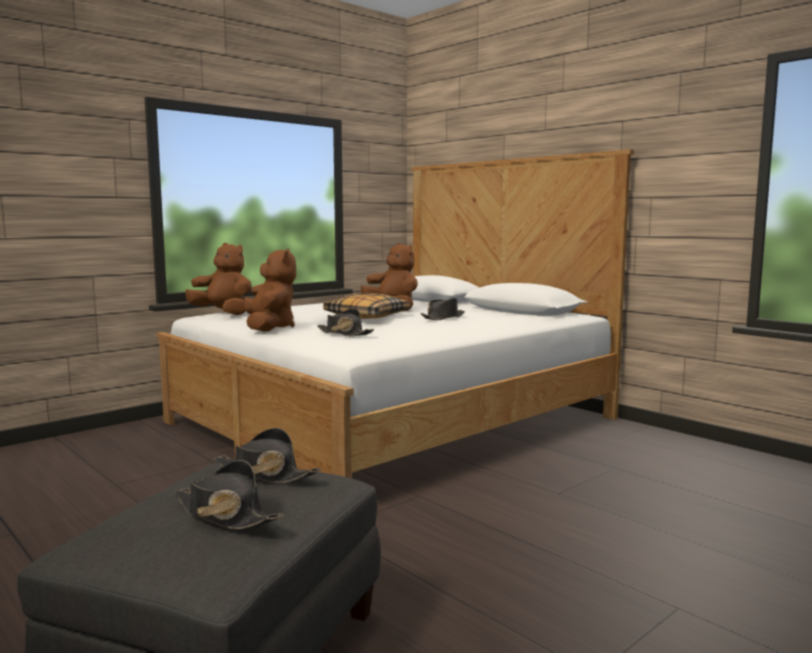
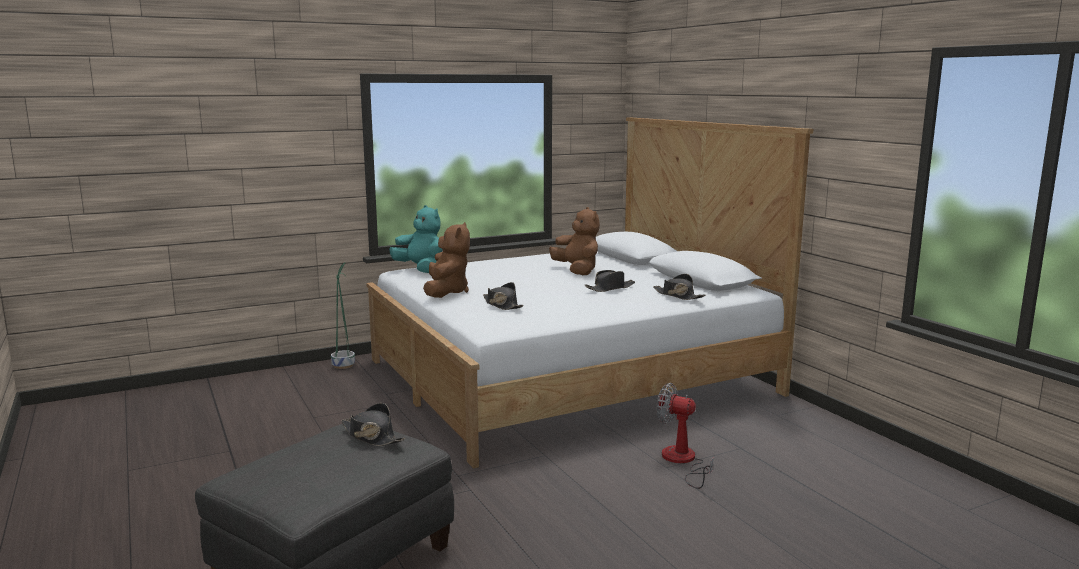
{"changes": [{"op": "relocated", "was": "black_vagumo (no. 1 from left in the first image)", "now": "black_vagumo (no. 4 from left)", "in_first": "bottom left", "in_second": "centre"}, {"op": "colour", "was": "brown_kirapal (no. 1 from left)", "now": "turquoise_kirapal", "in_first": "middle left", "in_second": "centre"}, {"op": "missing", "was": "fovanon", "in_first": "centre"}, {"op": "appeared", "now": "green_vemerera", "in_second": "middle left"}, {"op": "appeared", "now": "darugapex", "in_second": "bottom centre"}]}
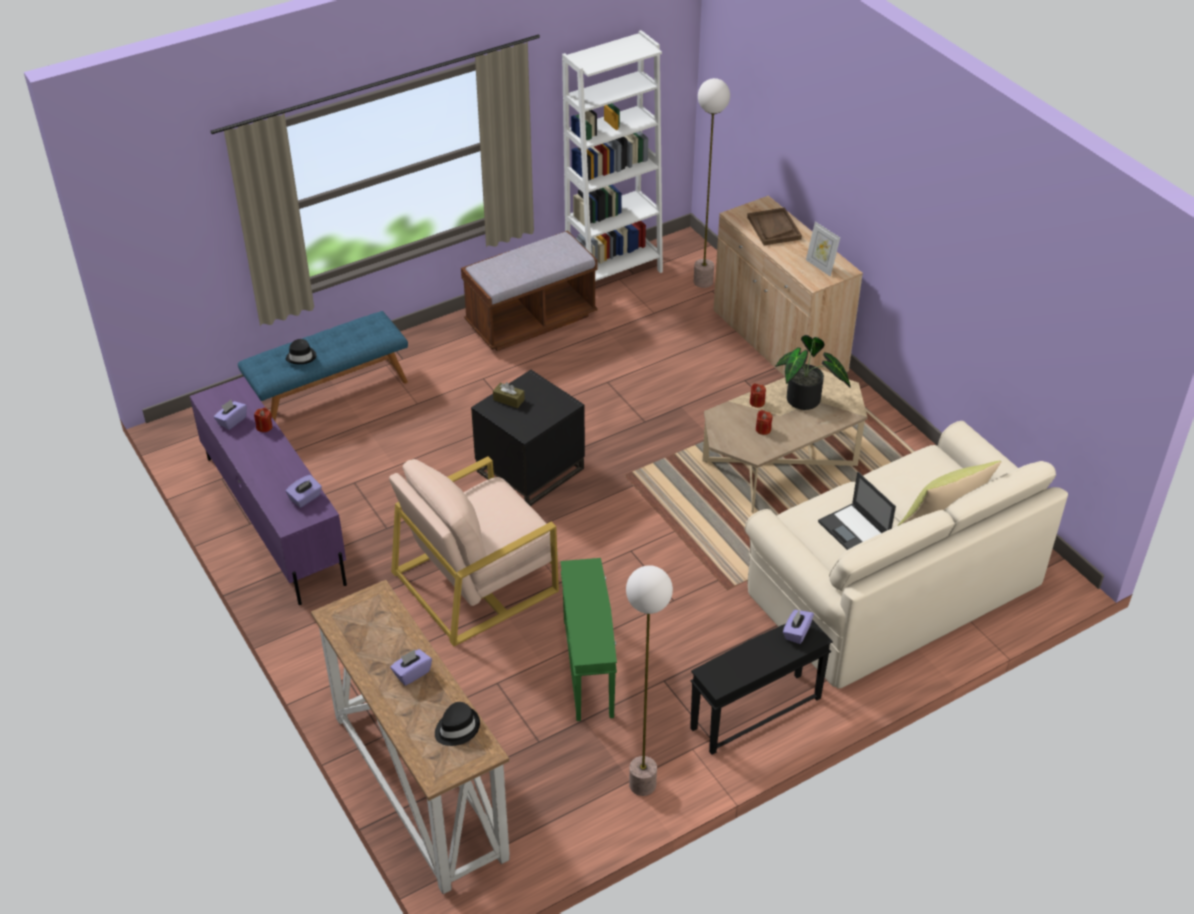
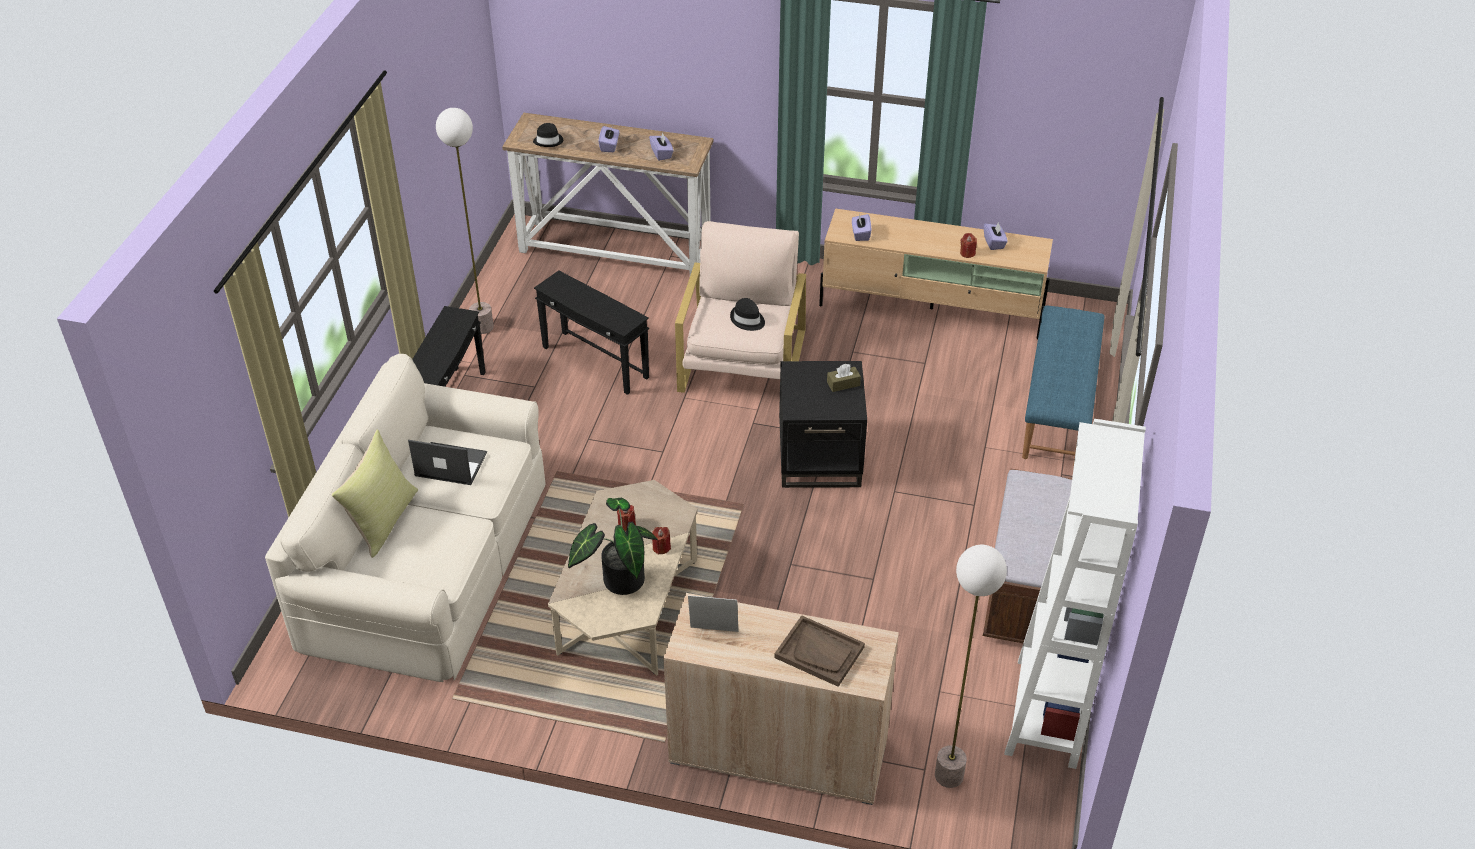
{"changes": [{"op": "colour", "was": "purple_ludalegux", "now": "beige_ludalegux", "in_first": "middle left", "in_second": "top centre"}, {"op": "relocated", "was": "black_vagumo (no. 1 from left in the first image)", "now": "black_vagumo (no. 2 from left)", "in_first": "middle left", "in_second": "centre"}, {"op": "colour", "was": "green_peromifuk", "now": "black_peromifuk (no. 2 from left)", "in_first": "bottom centre", "in_second": "centre"}, {"op": "relocated", "was": "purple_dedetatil (no. 4 from left in the first image)", "now": "purple_dedetatil (no. 2 from left)", "in_first": "bottom right", "in_second": "top centre"}]}
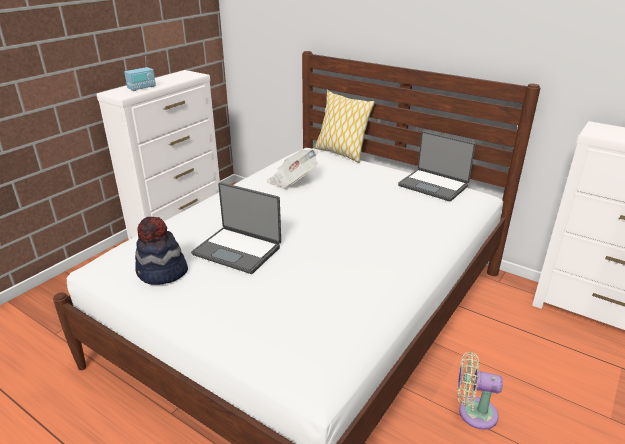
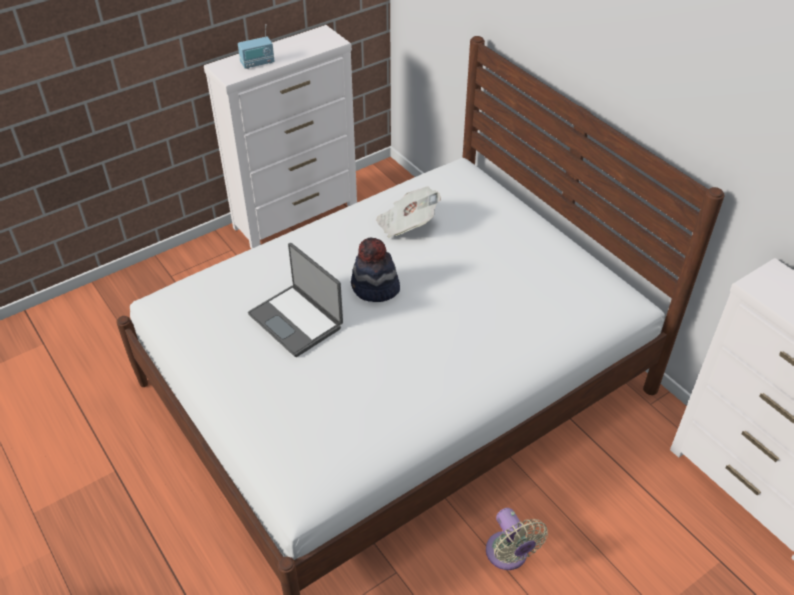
{"changes": [{"op": "relocated", "was": "vagumo", "in_first": "middle left", "in_second": "centre"}, {"op": "missing", "was": "fovanon", "in_first": "top centre"}, {"op": "missing", "was": "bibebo (no. 2 from left)", "in_first": "middle right"}, {"op": "spun", "was": "beige_darugapex", "in_first": "bottom right", "in_second": "bottom centre", "clockwise": -150}]}
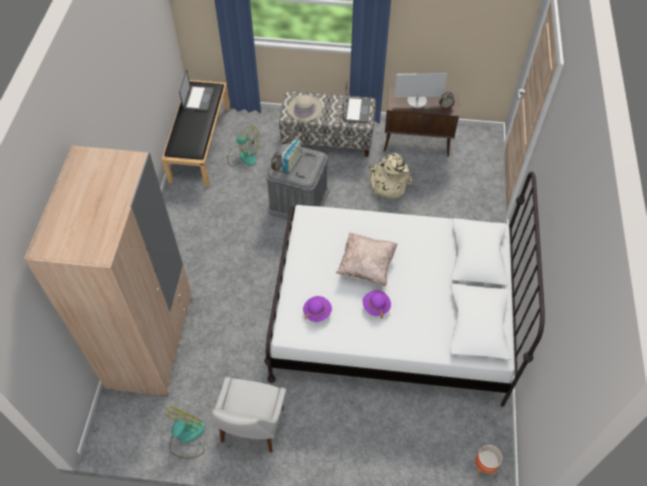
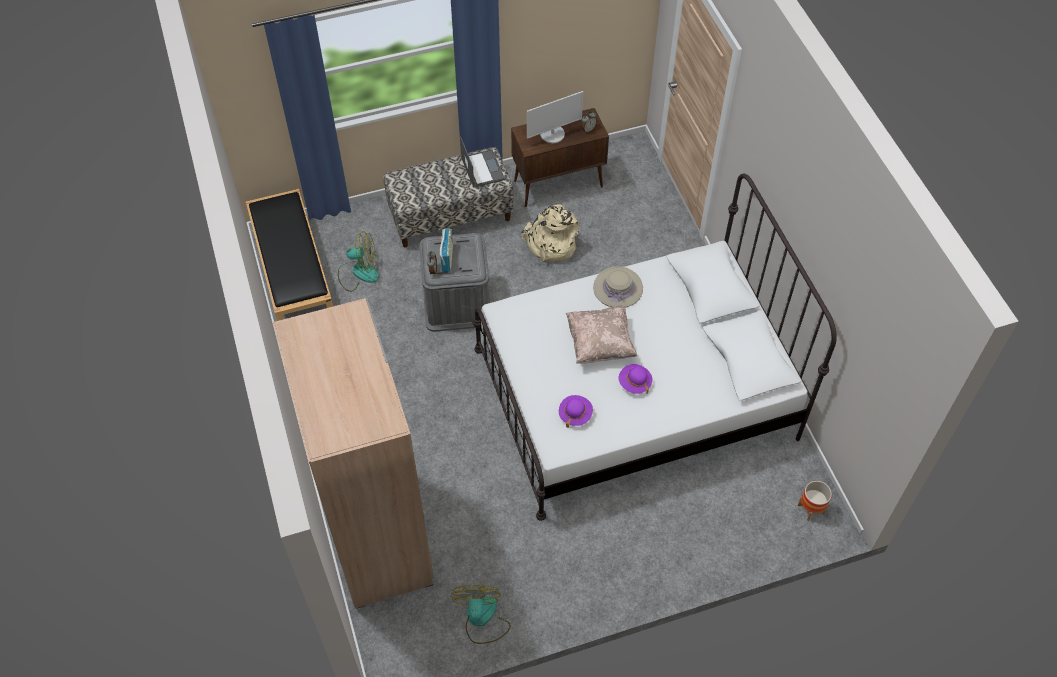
{"changes": [{"op": "missing", "was": "bibebo (no. 1 from left)", "in_first": "top left"}, {"op": "missing", "was": "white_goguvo", "in_first": "bottom centre"}, {"op": "relocated", "was": "beige_vagumo", "in_first": "top centre", "in_second": "centre"}]}
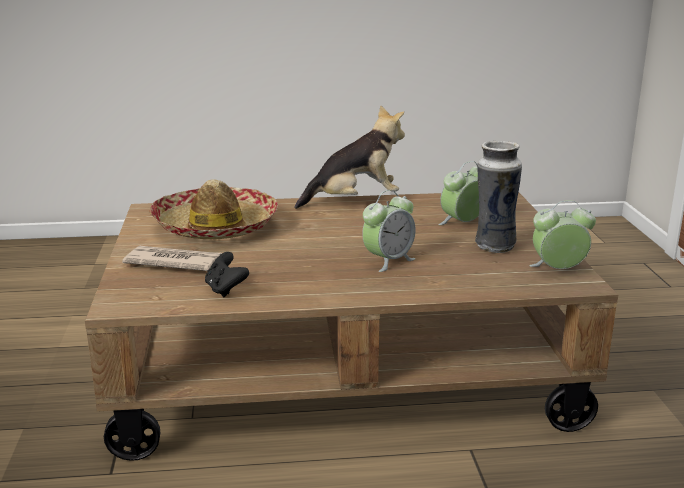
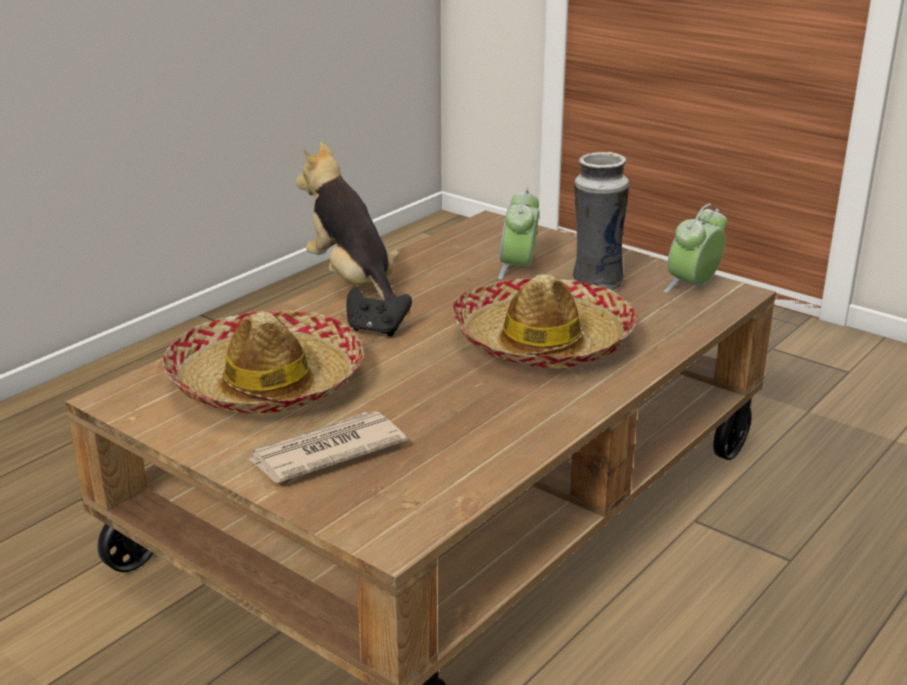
{"changes": [{"op": "relocated", "was": "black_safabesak", "in_first": "middle left", "in_second": "centre"}, {"op": "spun", "was": "kirapal", "in_first": "top centre", "in_second": "top centre", "clockwise": -60}, {"op": "exchanged", "was": "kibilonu (no. 1 from left)", "now": "vagumo (no. 2 from left)", "in_first": "centre", "in_second": "centre"}]}
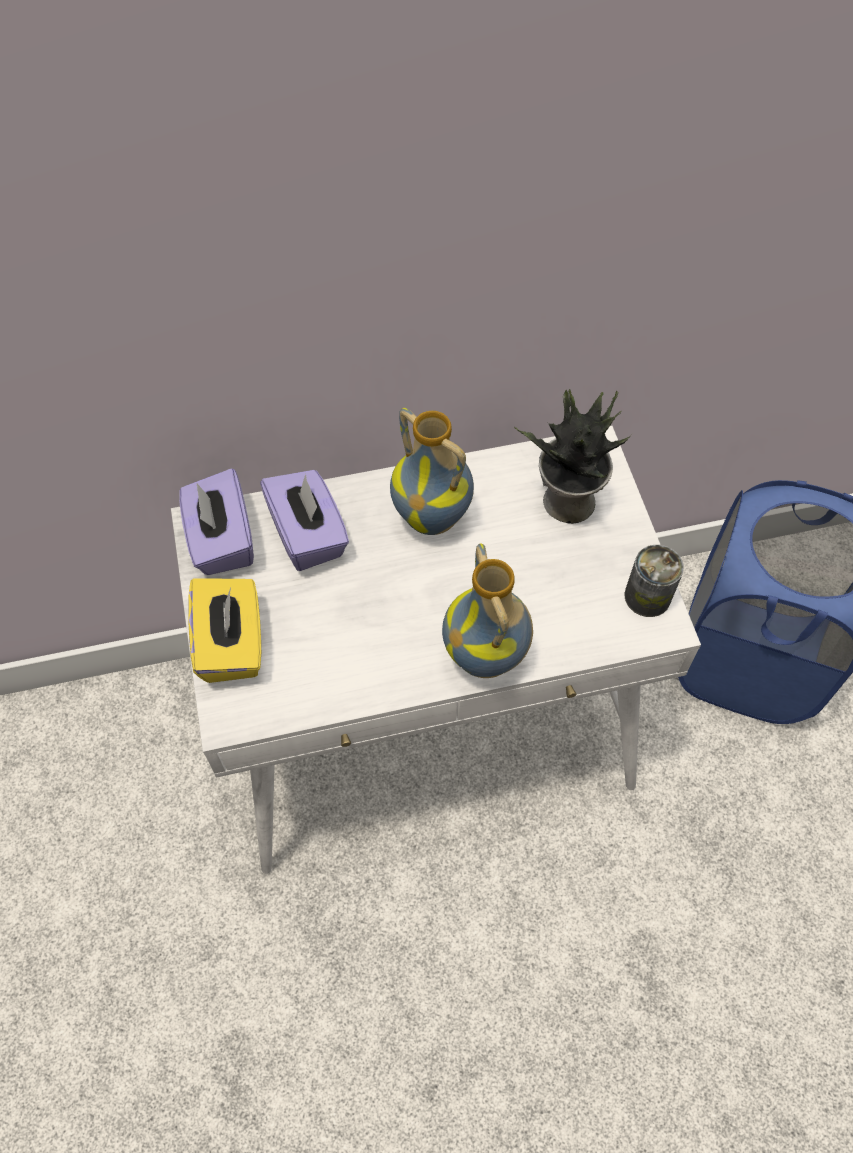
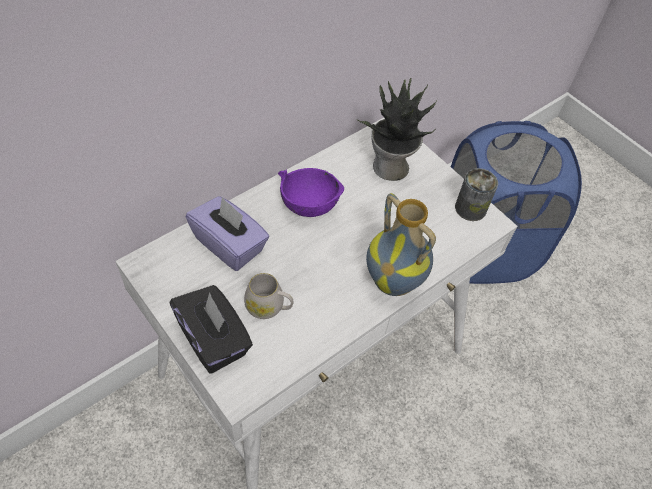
{"changes": [{"op": "missing", "was": "purple_dedetatil (no. 1 from left)", "in_first": "middle left"}, {"op": "colour", "was": "yellow_dedetatil", "now": "black_dedetatil", "in_first": "middle left", "in_second": "bottom left"}, {"op": "exchanged", "was": "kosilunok (no. 1 from left)", "now": "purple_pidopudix", "in_first": "centre", "in_second": "centre"}, {"op": "appeared", "now": "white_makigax", "in_second": "centre"}]}
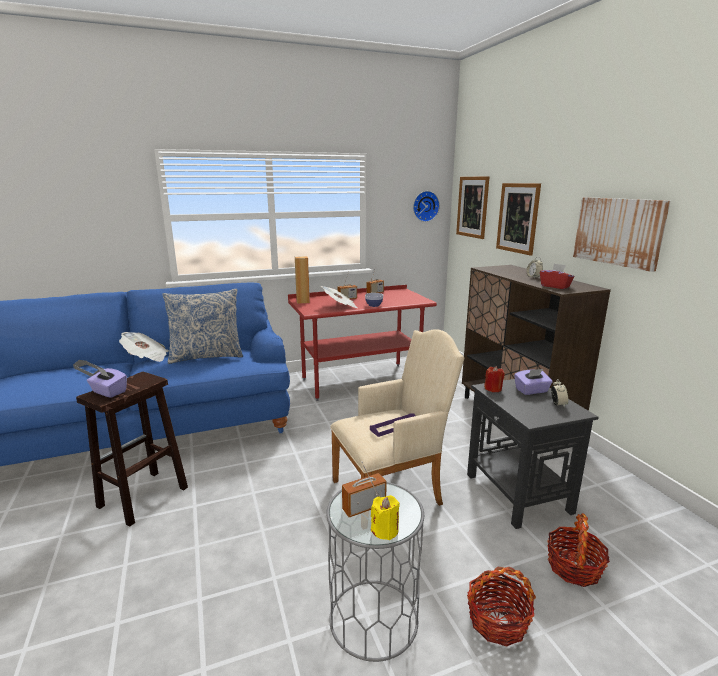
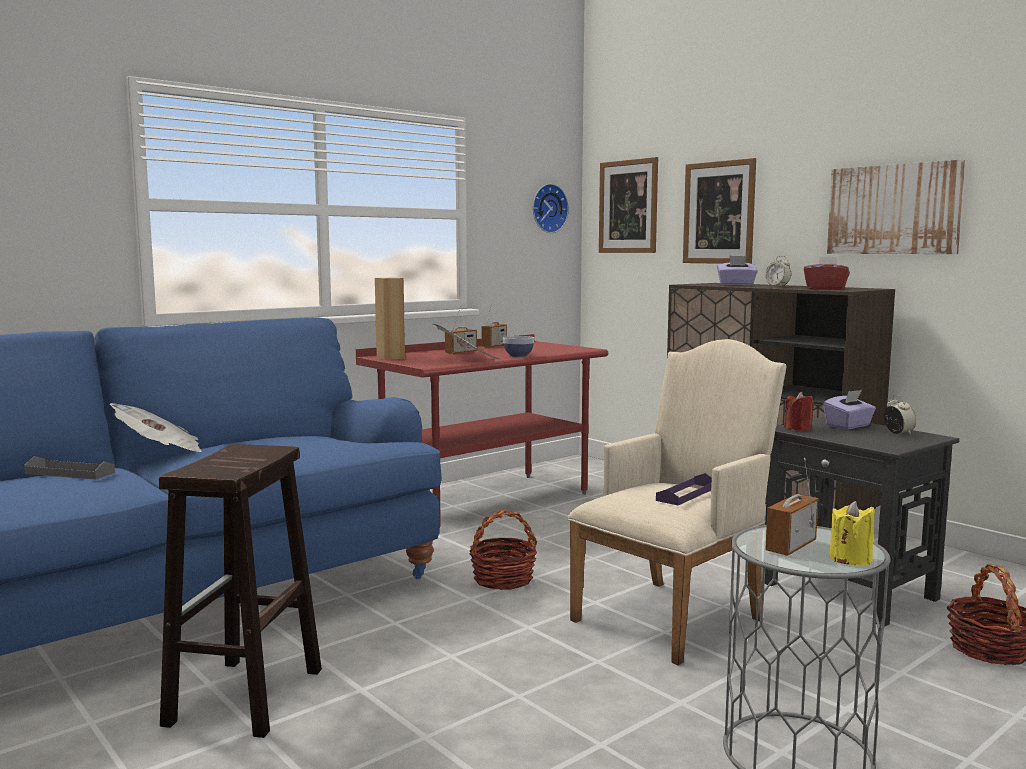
{"changes": [{"op": "relocated", "was": "purple_dedetatil (no. 1 from left)", "in_first": "middle left", "in_second": "middle right"}, {"op": "missing", "was": "fovanon", "in_first": "middle left"}, {"op": "relocated", "was": "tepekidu (no. 1 from left)", "in_first": "bottom right", "in_second": "bottom centre"}]}
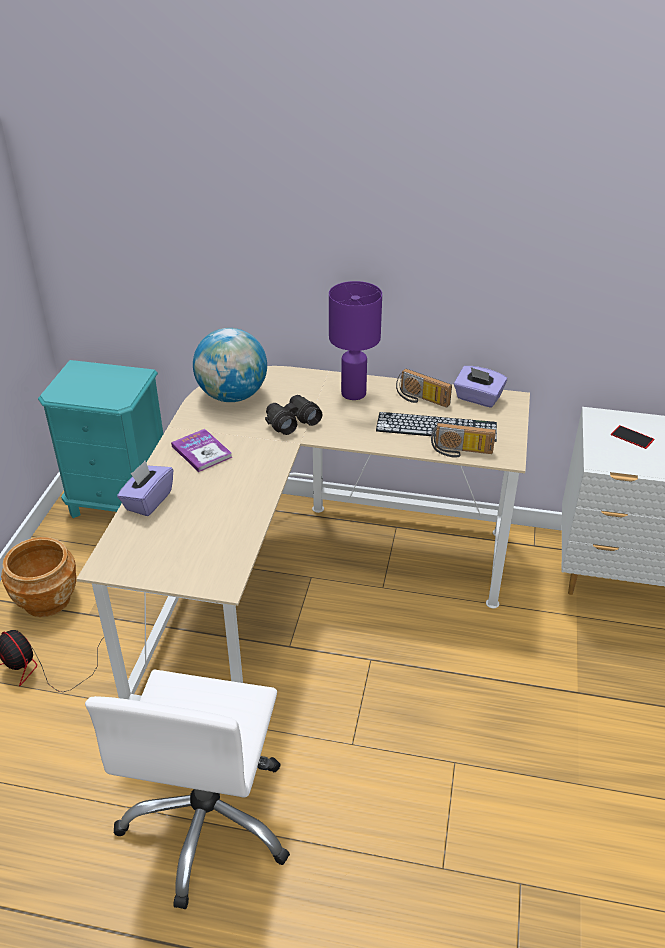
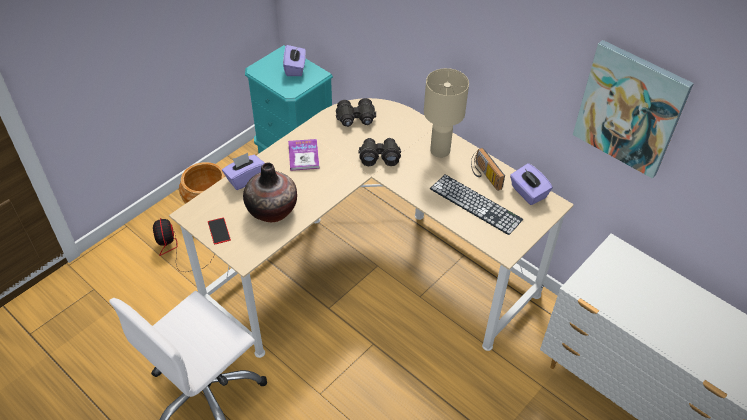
{"changes": [{"op": "exchanged", "was": "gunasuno", "now": "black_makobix (no. 1 from left)", "in_first": "centre", "in_second": "top centre"}, {"op": "colour", "was": "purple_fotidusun", "now": "beige_fotidusun", "in_first": "centre", "in_second": "top centre"}, {"op": "missing", "was": "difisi (no. 2 from left)", "in_first": "middle right"}, {"op": "relocated", "was": "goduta", "in_first": "middle right", "in_second": "middle left"}, {"op": "appeared", "now": "kosilunok", "in_second": "centre"}, {"op": "appeared", "now": "purple_dedetatil (no. 2 from left)", "in_second": "top centre"}, {"op": "appeared", "now": "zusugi", "in_second": "top right"}]}
